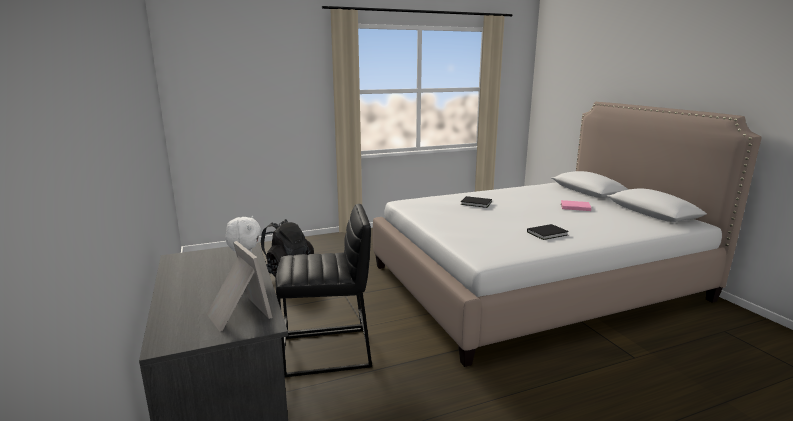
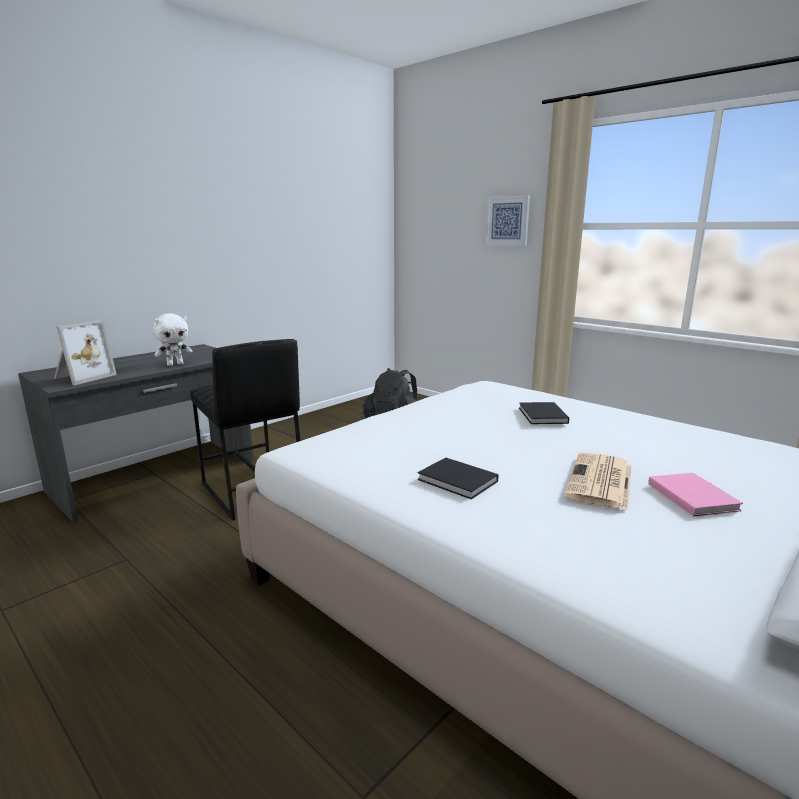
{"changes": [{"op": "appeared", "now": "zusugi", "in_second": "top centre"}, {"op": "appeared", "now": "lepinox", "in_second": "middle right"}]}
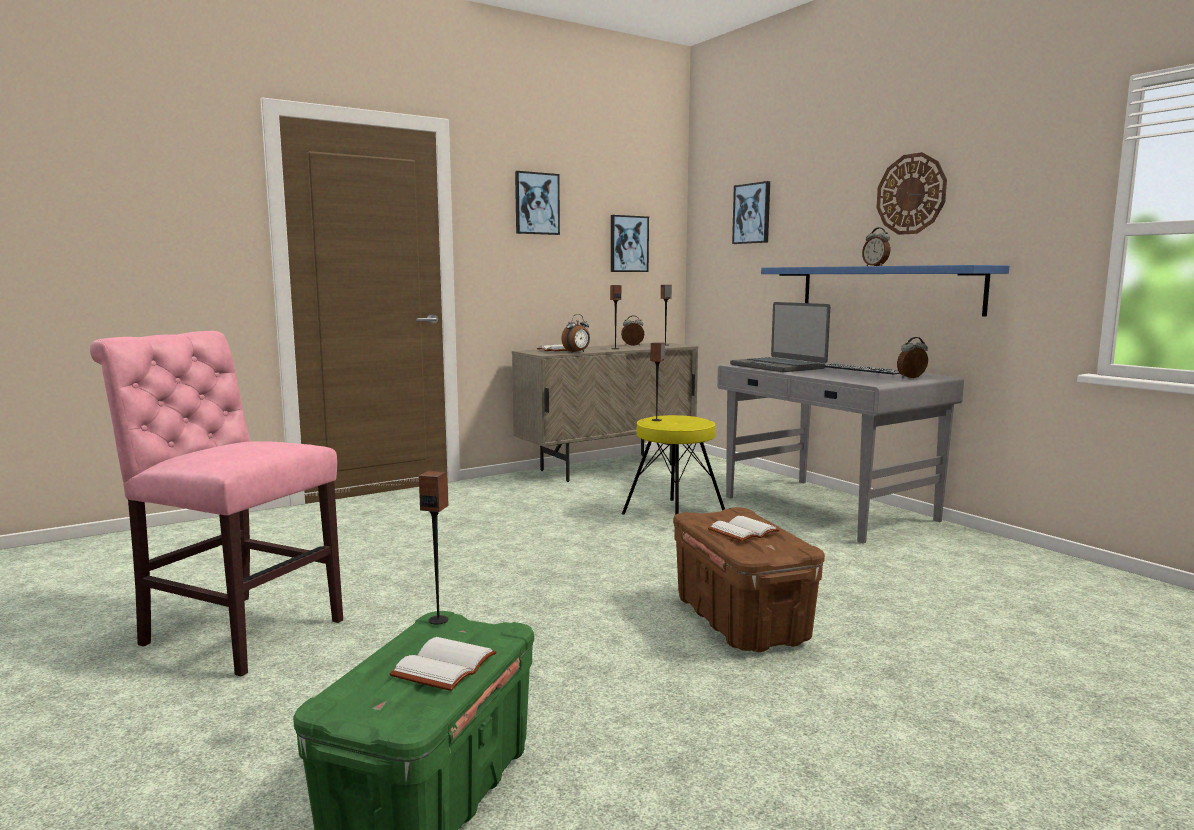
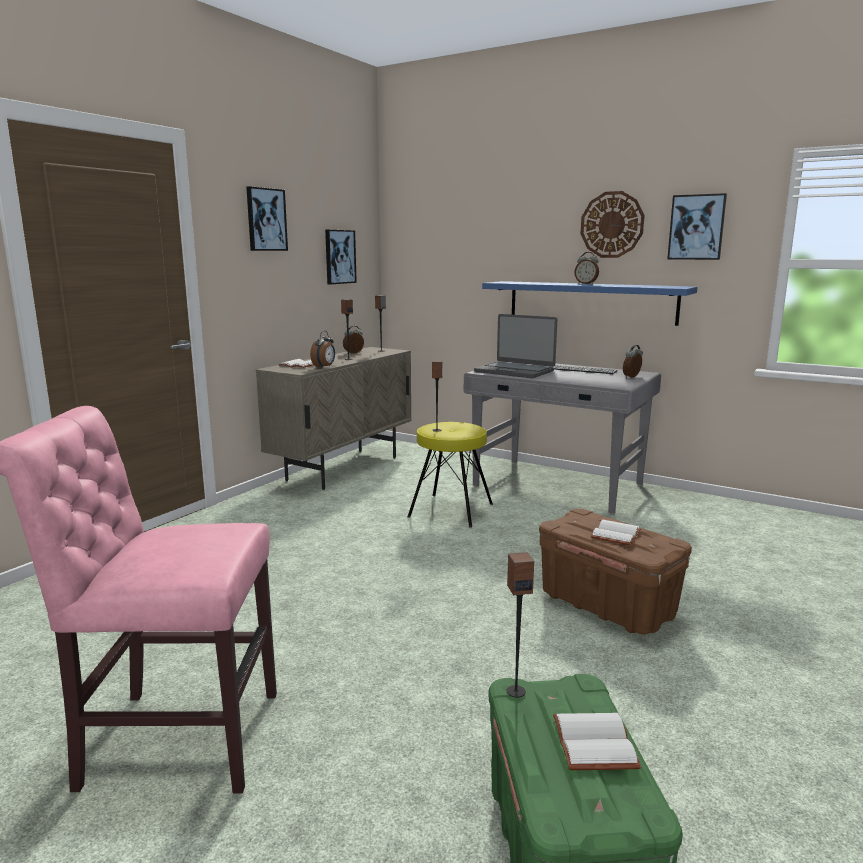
{"changes": [{"op": "relocated", "was": "zusugi (no. 3 from left)", "in_first": "top centre", "in_second": "top right"}]}
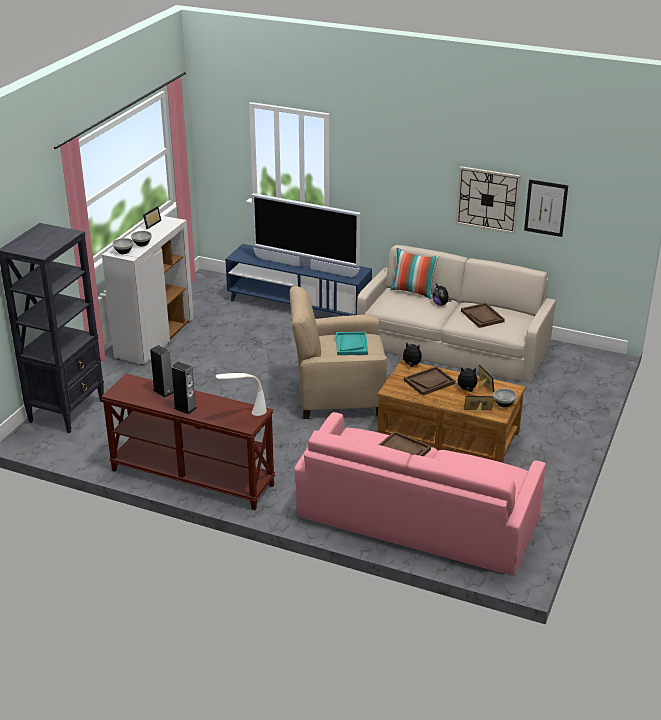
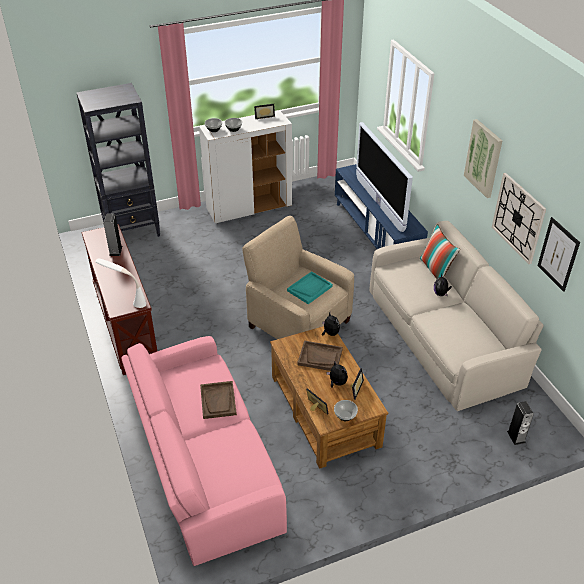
{"changes": [{"op": "relocated", "was": "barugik (no. 2 from left)", "in_first": "middle left", "in_second": "bottom right"}, {"op": "missing", "was": "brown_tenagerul (no. 3 from left)", "in_first": "middle right"}, {"op": "appeared", "now": "zusugi (no. 1 from left)", "in_second": "top right"}]}
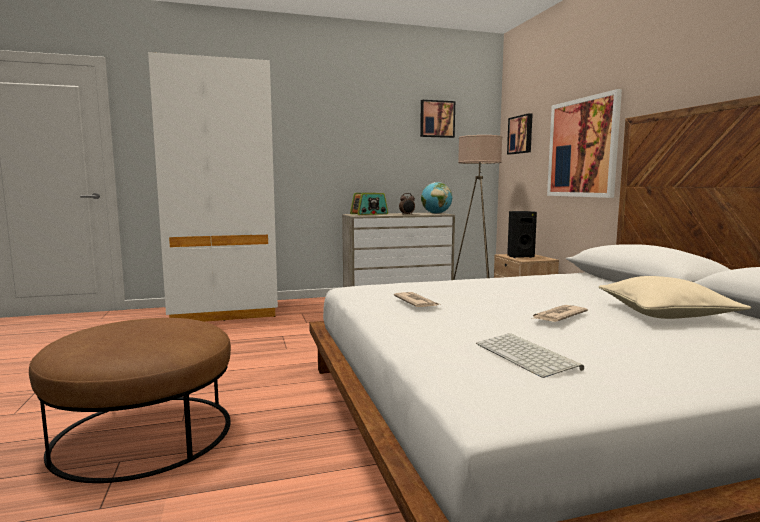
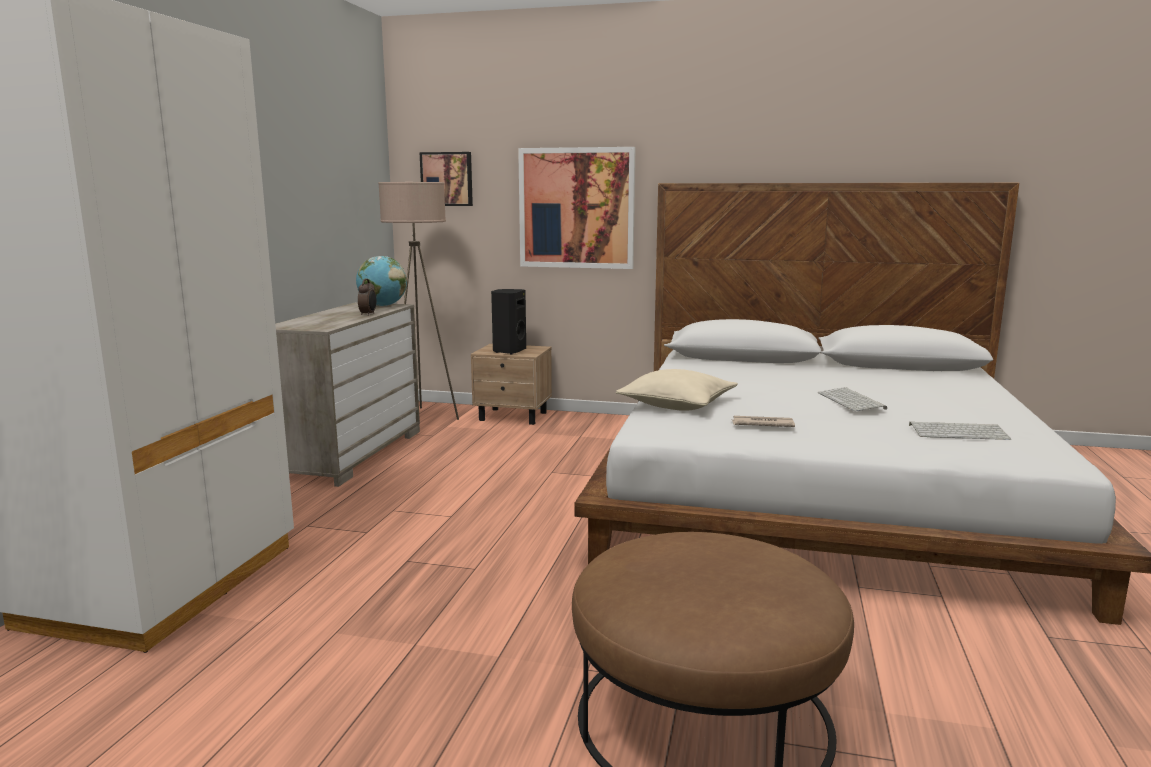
{"changes": [{"op": "missing", "was": "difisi", "in_first": "centre"}, {"op": "missing", "was": "zusugi (no. 1 from left)", "in_first": "top centre"}, {"op": "exchanged", "was": "lepinox (no. 2 from left)", "now": "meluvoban (no. 1 from left)", "in_first": "middle right", "in_second": "middle right"}, {"op": "relocated", "was": "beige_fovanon", "in_first": "middle right", "in_second": "centre"}]}
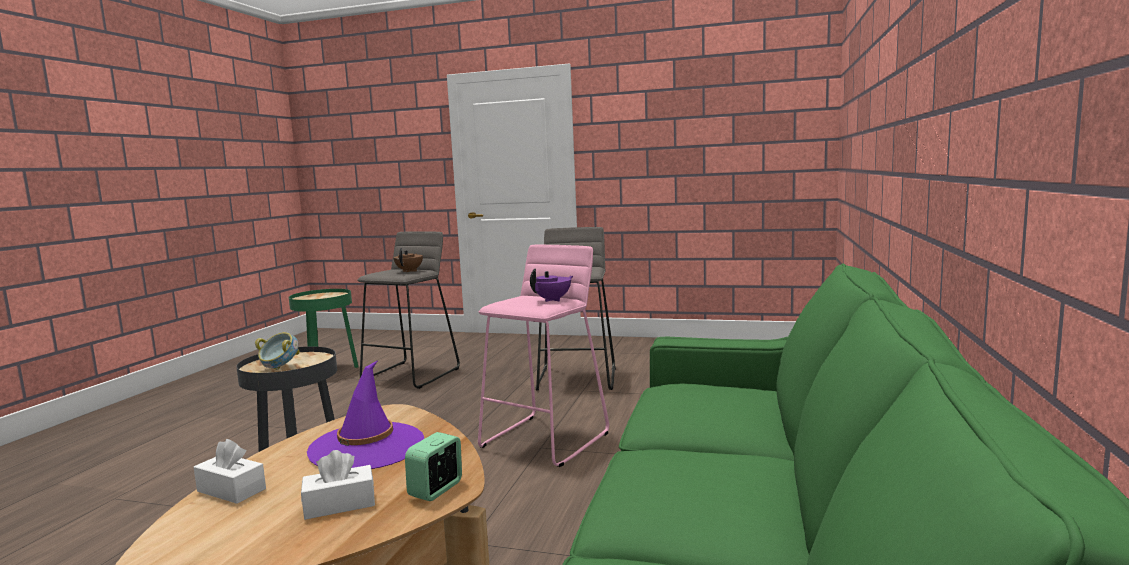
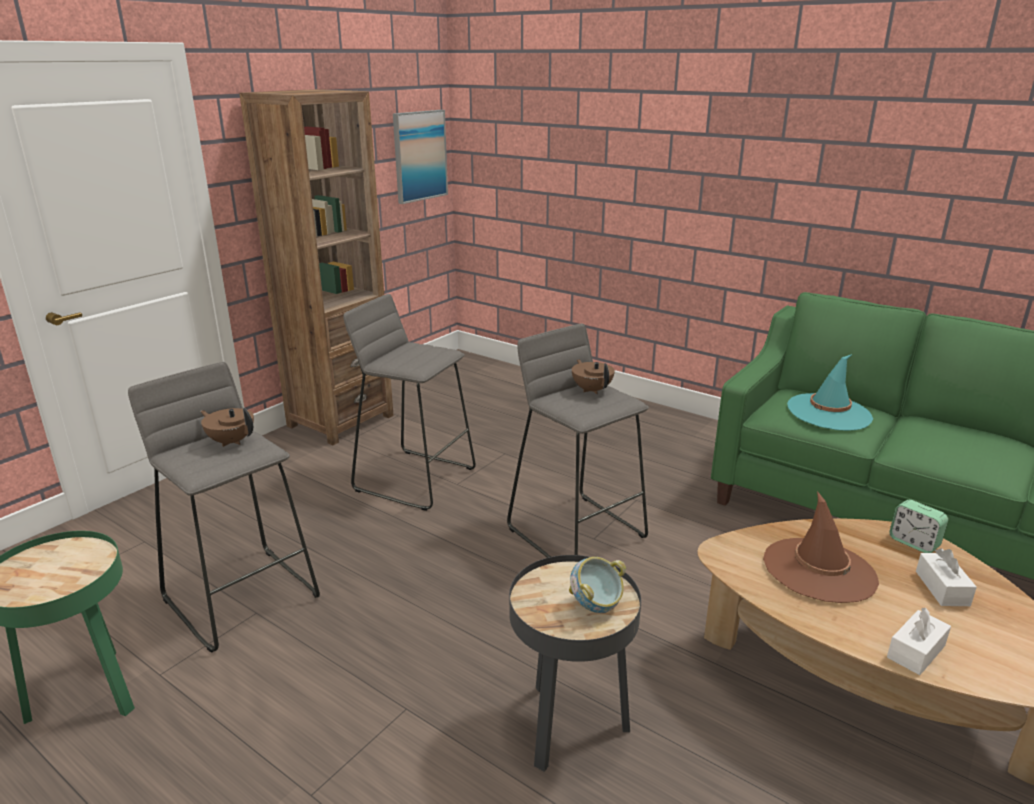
{"changes": [{"op": "colour", "was": "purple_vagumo", "now": "brown_vagumo", "in_first": "bottom left", "in_second": "bottom right"}, {"op": "colour", "was": "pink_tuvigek", "now": "grey_tuvigek (no. 3 from left)", "in_first": "centre", "in_second": "centre"}, {"op": "colour", "was": "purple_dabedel", "now": "brown_dabedel (no. 2 from left)", "in_first": "centre", "in_second": "centre"}, {"op": "appeared", "now": "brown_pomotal", "in_second": "top left"}, {"op": "appeared", "now": "zusugi", "in_second": "top centre"}, {"op": "appeared", "now": "turquoise_vagumo", "in_second": "middle right"}]}
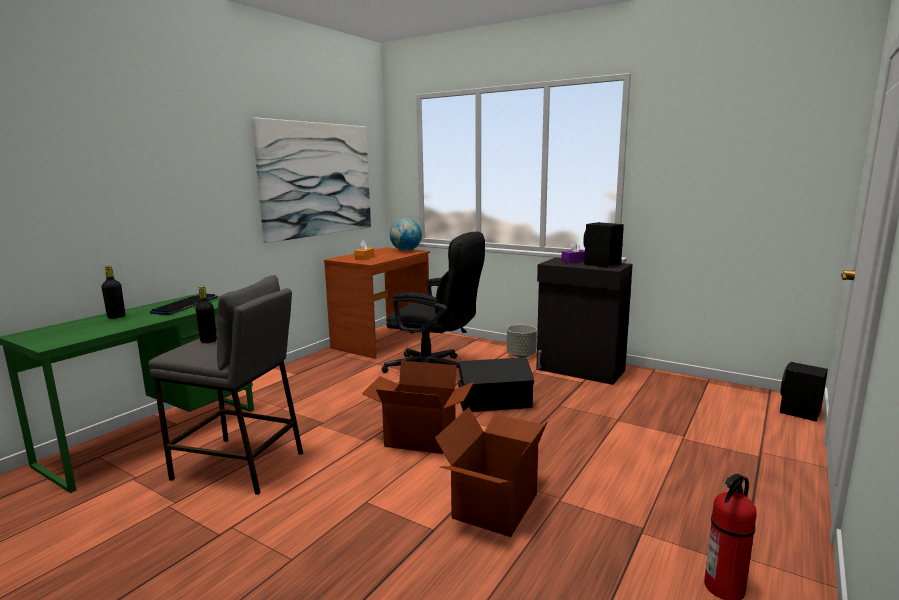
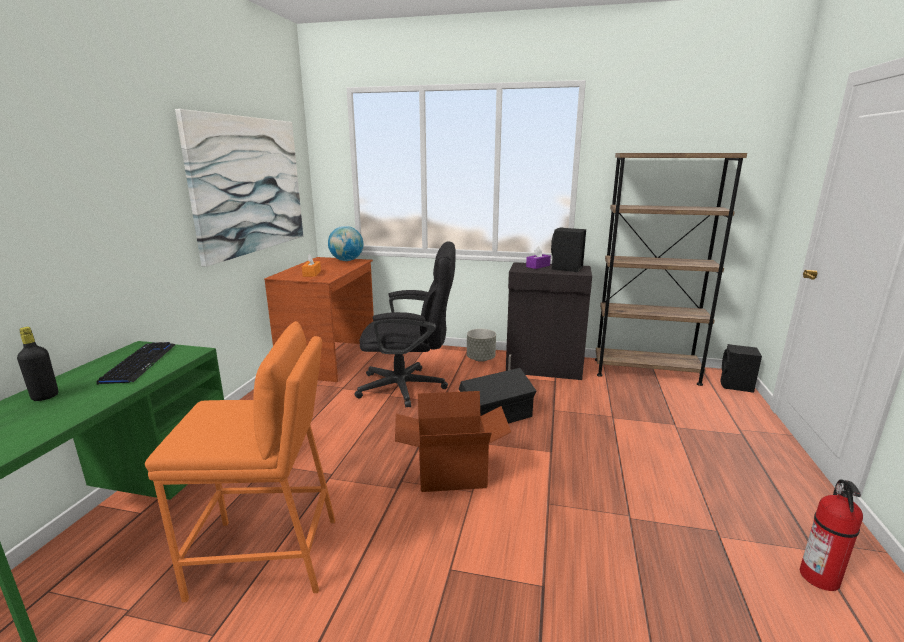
{"changes": [{"op": "colour", "was": "grey_tuvigek", "now": "orange_tuvigek", "in_first": "middle left", "in_second": "bottom left"}, {"op": "missing", "was": "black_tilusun (no. 2 from left)", "in_first": "middle left"}, {"op": "missing", "was": "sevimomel (no. 2 from left)", "in_first": "bottom centre"}, {"op": "appeared", "now": "brown_pomotal", "in_second": "middle right"}]}
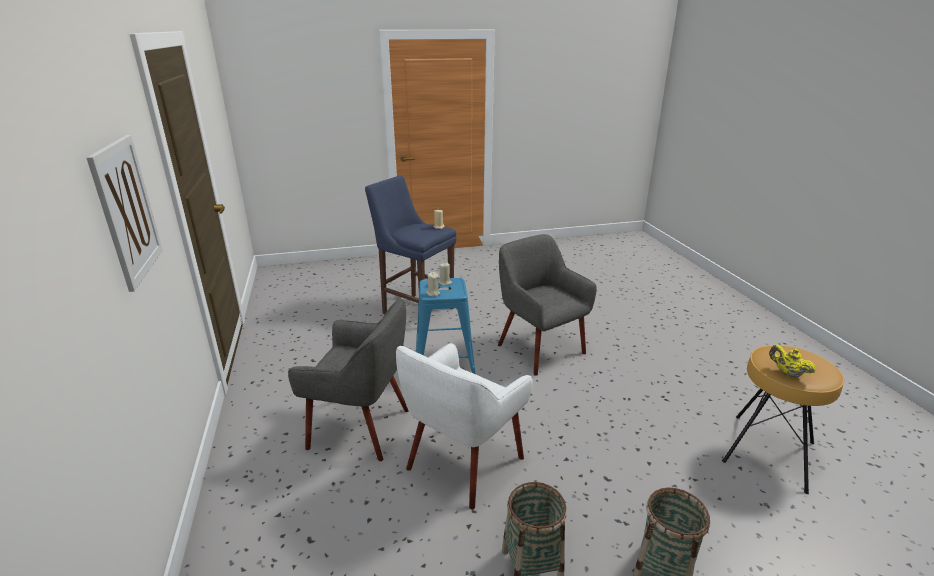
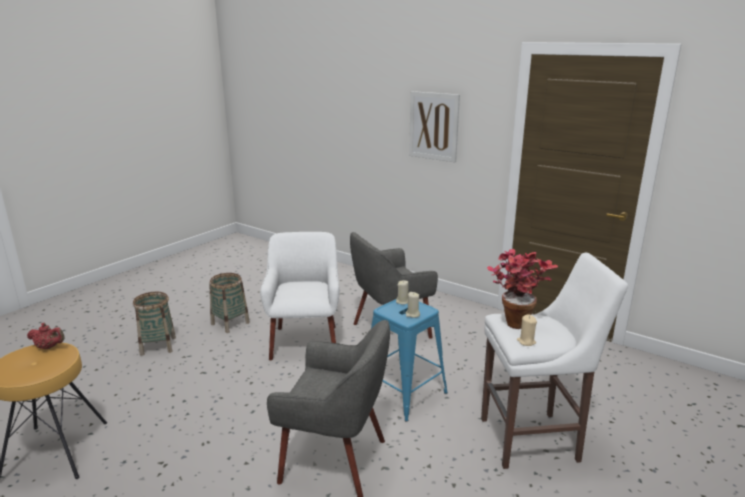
{"changes": [{"op": "colour", "was": "blue_tuvigek (no. 1 from left)", "now": "white_tuvigek", "in_first": "centre", "in_second": "bottom right"}, {"op": "colour", "was": "yellow_dabedel", "now": "red_dabedel", "in_first": "middle right", "in_second": "bottom left"}, {"op": "appeared", "now": "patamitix", "in_second": "middle right"}]}
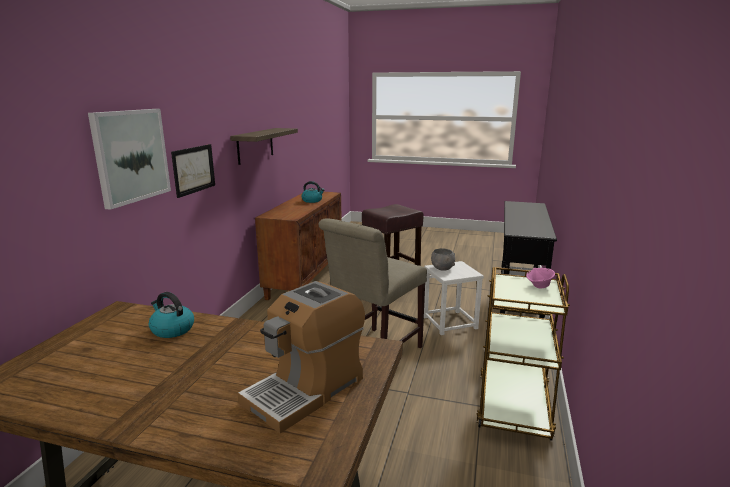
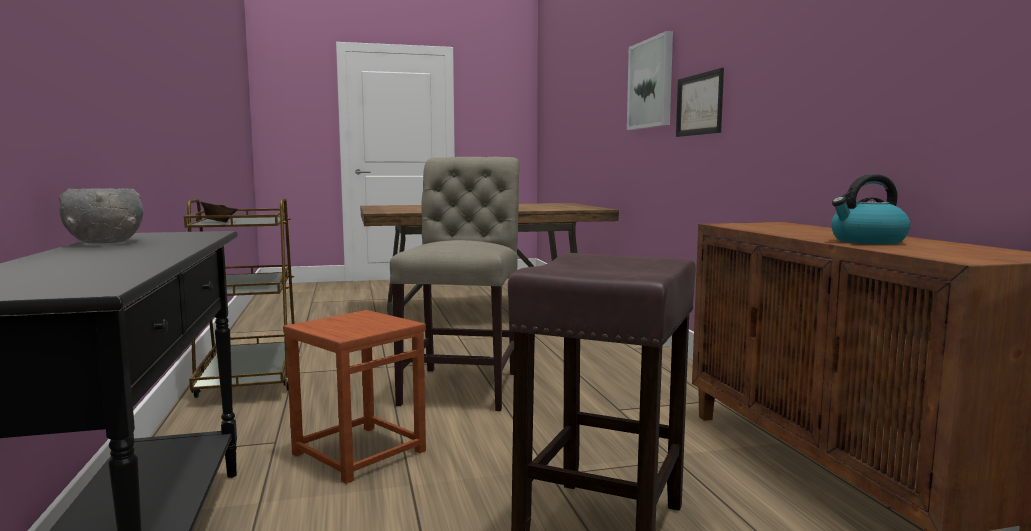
{"changes": [{"op": "missing", "was": "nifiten (no. 1 from left)", "in_first": "middle left"}, {"op": "missing", "was": "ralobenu", "in_first": "top centre"}, {"op": "missing", "was": "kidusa", "in_first": "bottom centre"}, {"op": "colour", "was": "white_tuvigek", "now": "brown_tuvigek (no. 1 from left)", "in_first": "centre", "in_second": "bottom centre"}, {"op": "relocated", "was": "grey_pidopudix", "in_first": "centre", "in_second": "middle left"}, {"op": "colour", "was": "pink_pidopudix", "now": "brown_pidopudix", "in_first": "middle right", "in_second": "middle left"}]}
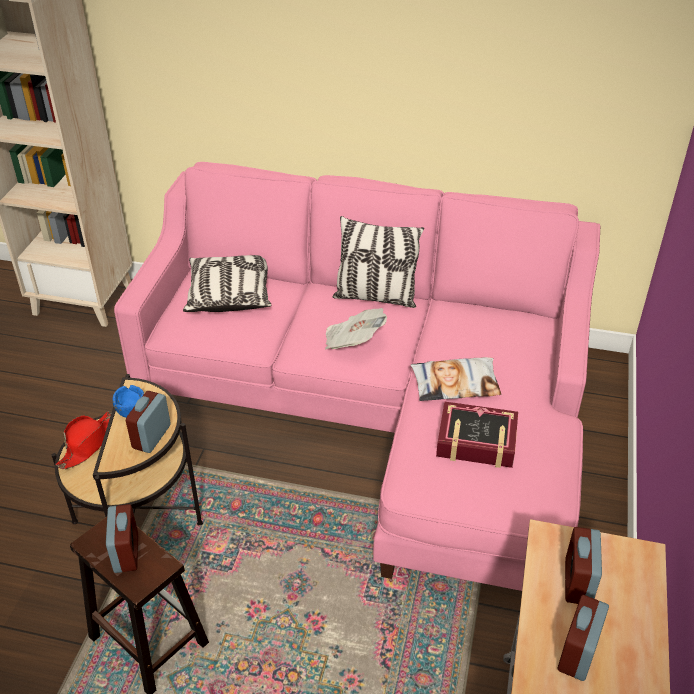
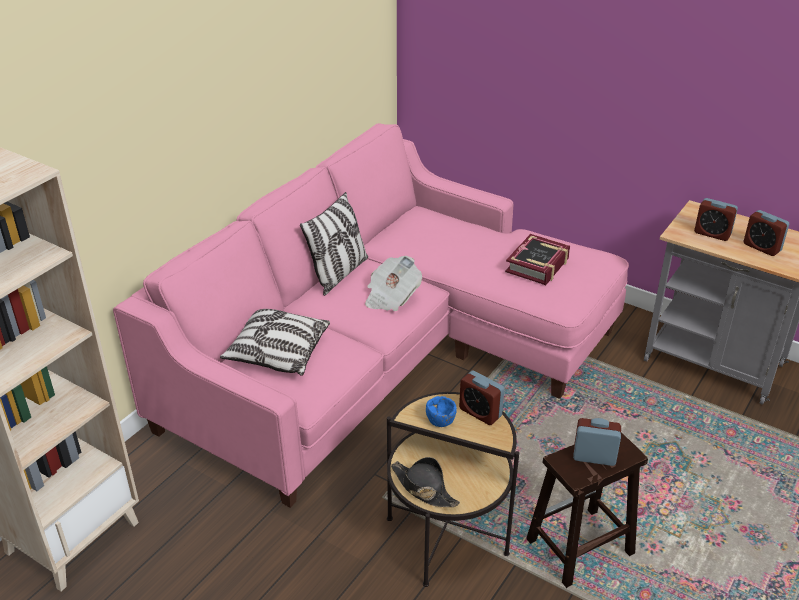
{"changes": [{"op": "colour", "was": "red_vagumo", "now": "black_vagumo", "in_first": "middle left", "in_second": "bottom centre"}, {"op": "missing", "was": "fovanon (no. 3 from left)", "in_first": "centre"}]}
